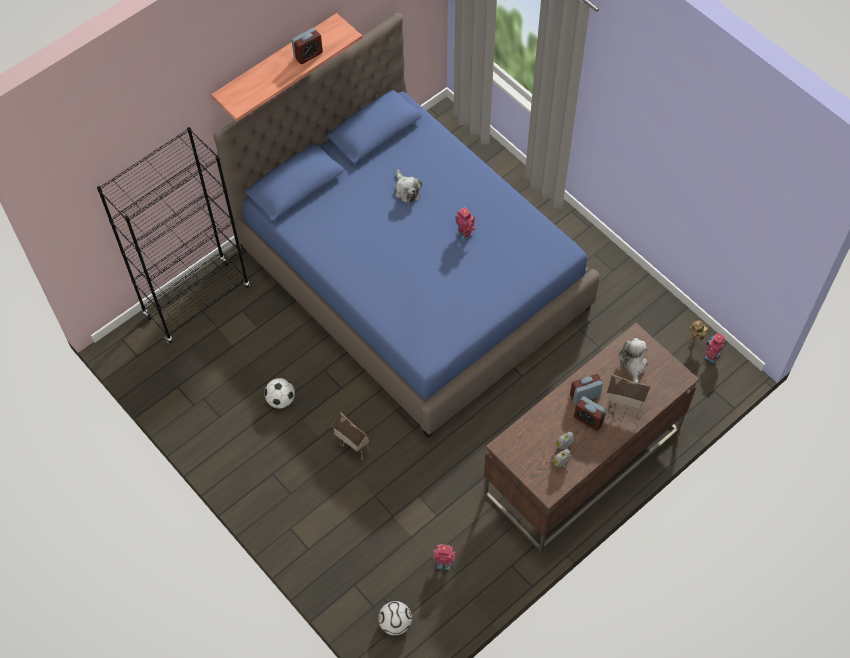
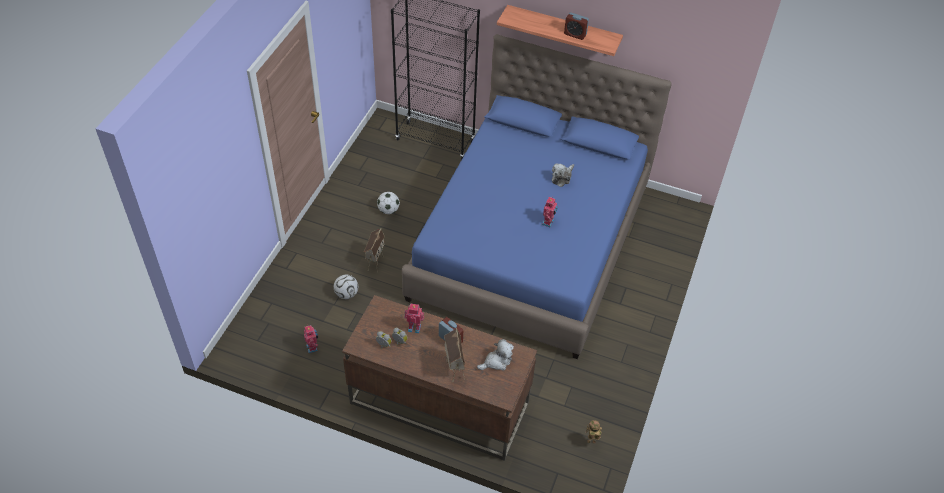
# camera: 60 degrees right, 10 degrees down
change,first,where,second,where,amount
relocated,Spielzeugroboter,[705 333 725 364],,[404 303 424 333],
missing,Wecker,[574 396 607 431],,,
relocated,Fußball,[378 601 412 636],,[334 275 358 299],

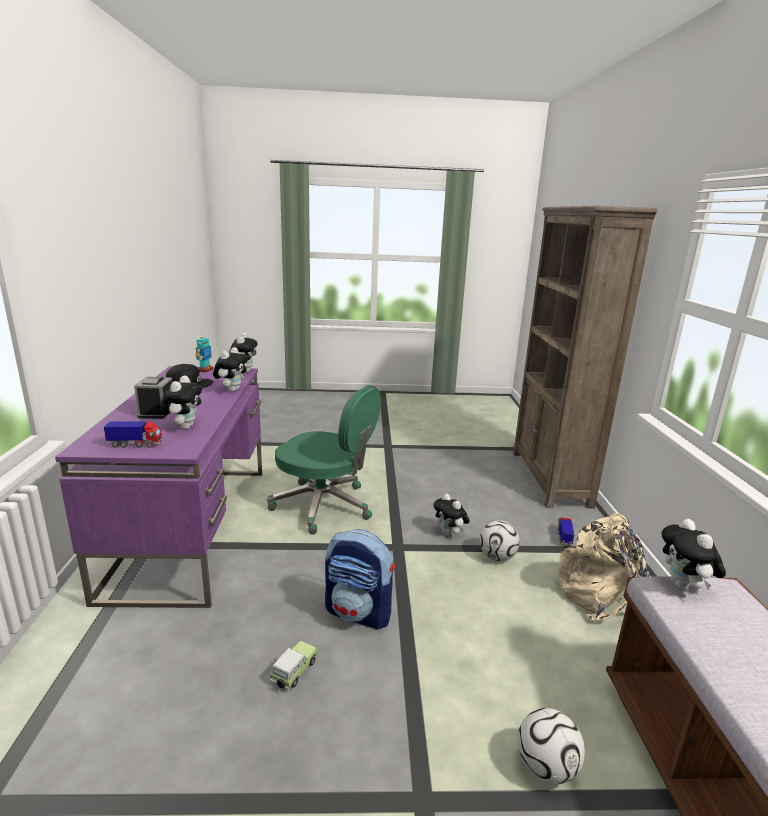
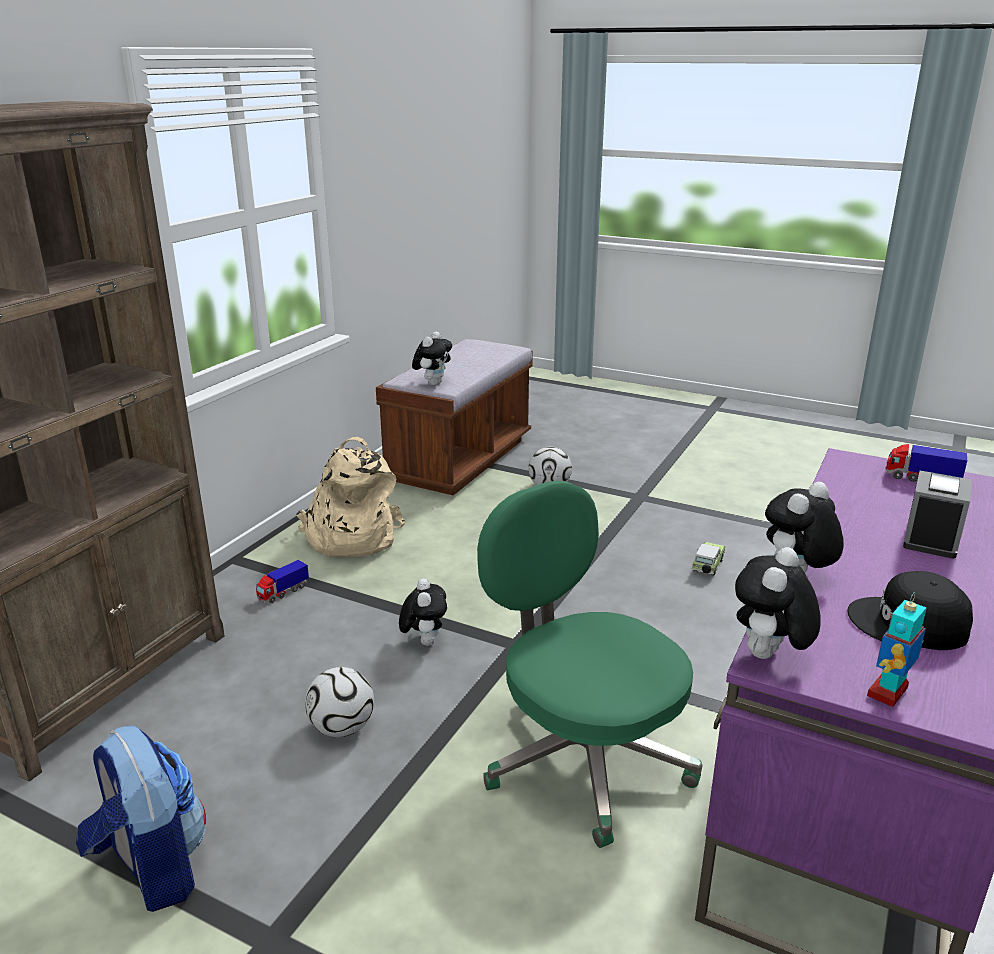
# camera: 150 degrees left, 5 degrees up
change,first,where,second,where,amount
missing,Plüschtier,[160 376 202 430],,,
relocated,Fußball,[479 520 520 561],,[305 667 374 737],
relocated,Rucksack,[325 529 396 630],,[76 726 206 912],
spun,Spielzeugauto,[270 641 318 690],,[691 542 725 576],150 degrees clockwise

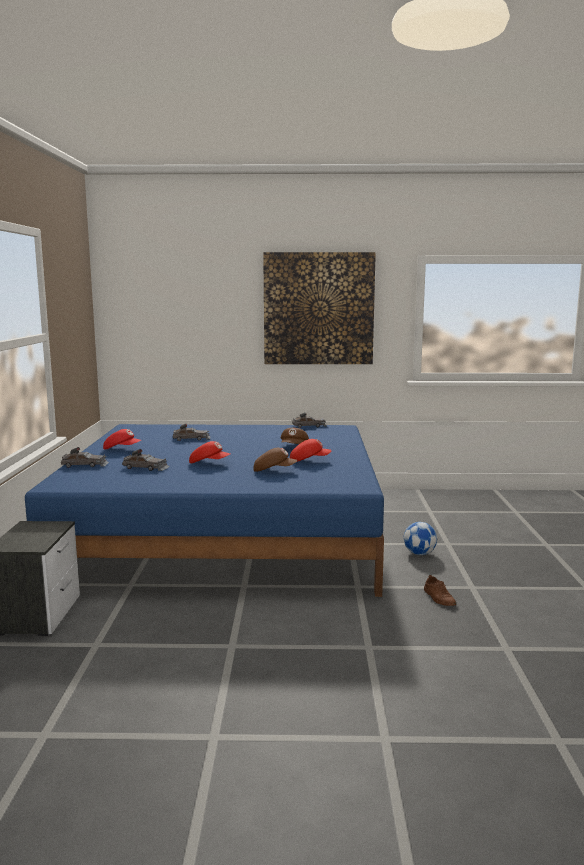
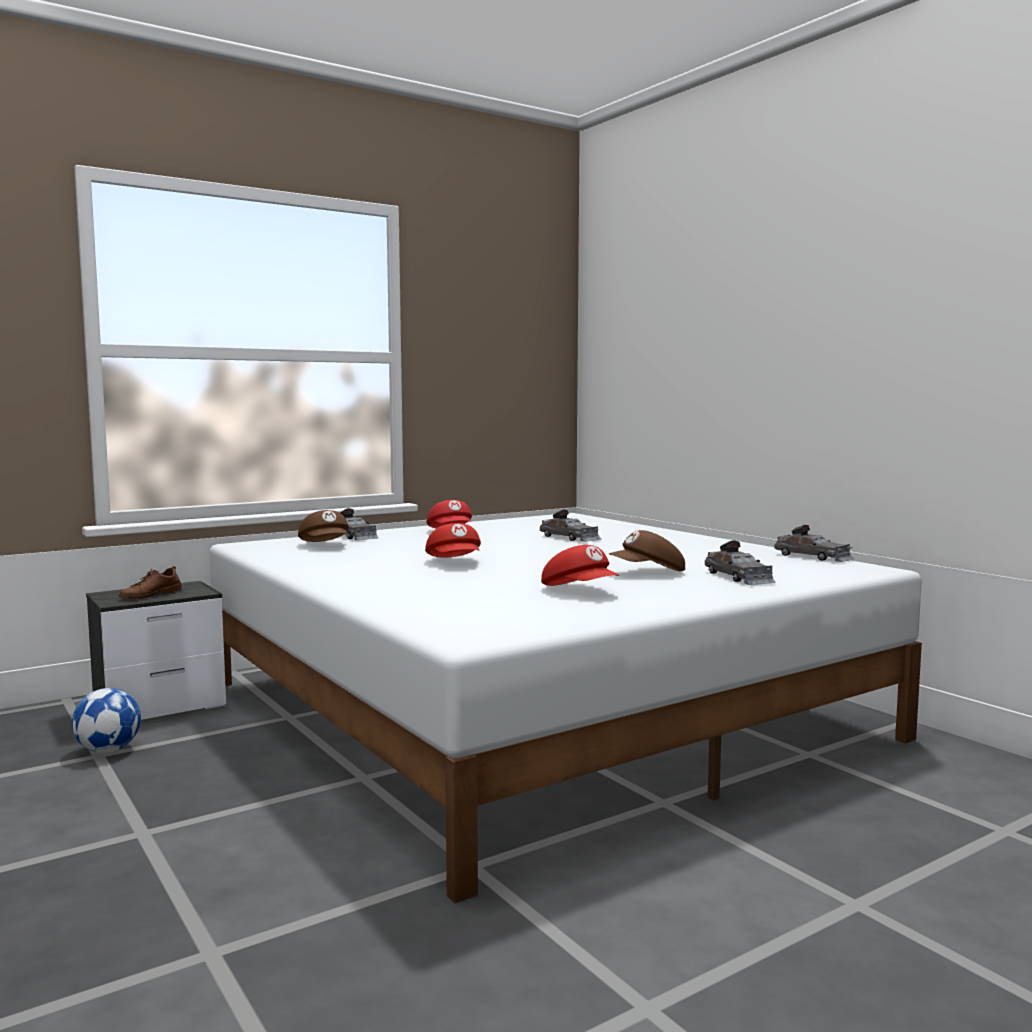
# camera: 55 degrees right, 5 degrees down
change,first,where,second,where,amount
missing,Bild,[263 252 376 364],,,
colour,Bett (blau),[25 424 384 597],Bett (weiß),[209 513 922 903],
relocated,Kappe (braun),[254 448 298 472],,[298 510 349 542],
relocated,Spielzeugauto (grau),[122 449 169 471],,[705 540 776 585],
relocated,Fußball,[404 522 437 555],,[72 688 141 753],
relocated,Schuh (braun),[424 575 456 606],,[119 566 182 599],

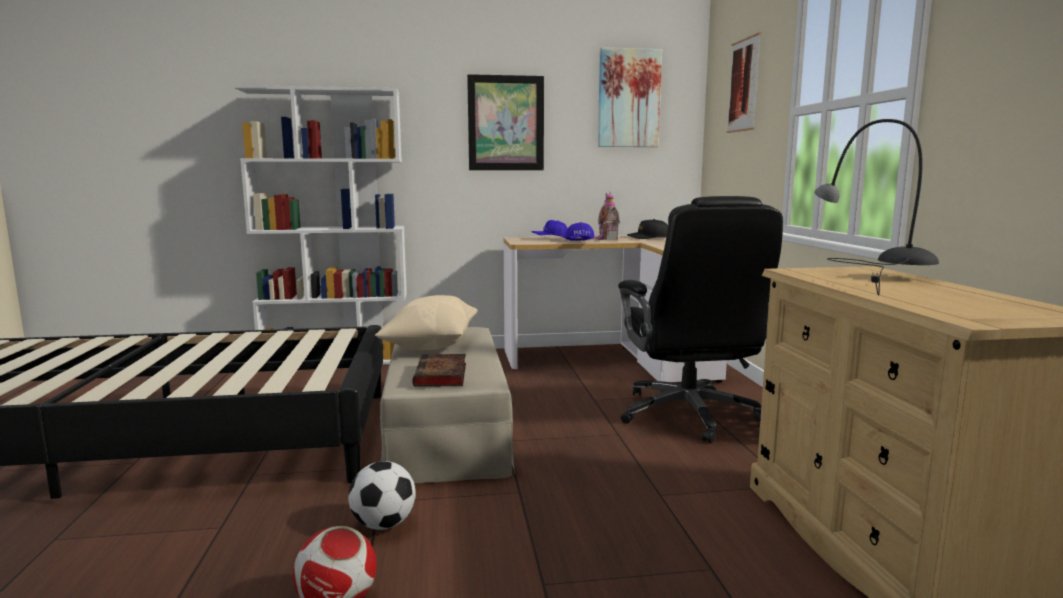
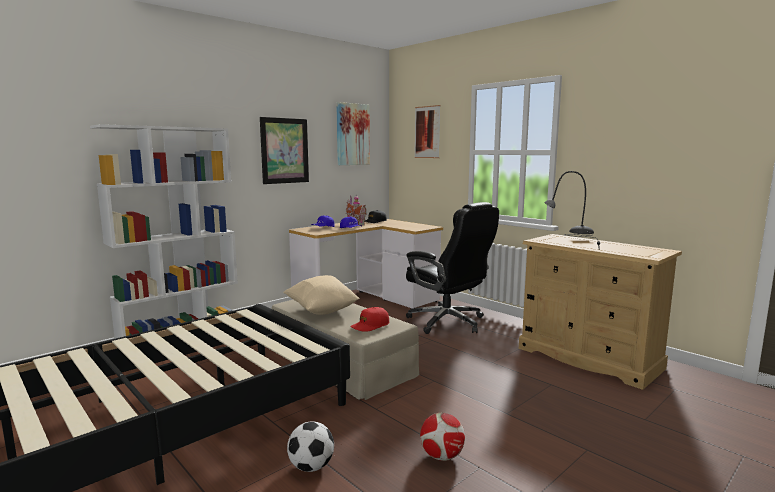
# camera: 35 degrees left, 0 degrees up
change,first,where,second,where,amount
exchanged,Buch,[413 354 466 387],Kappe (rot),[350 307 389 332],
relocated,Fußball,[348 461 416 530],,[287 421 334 472],

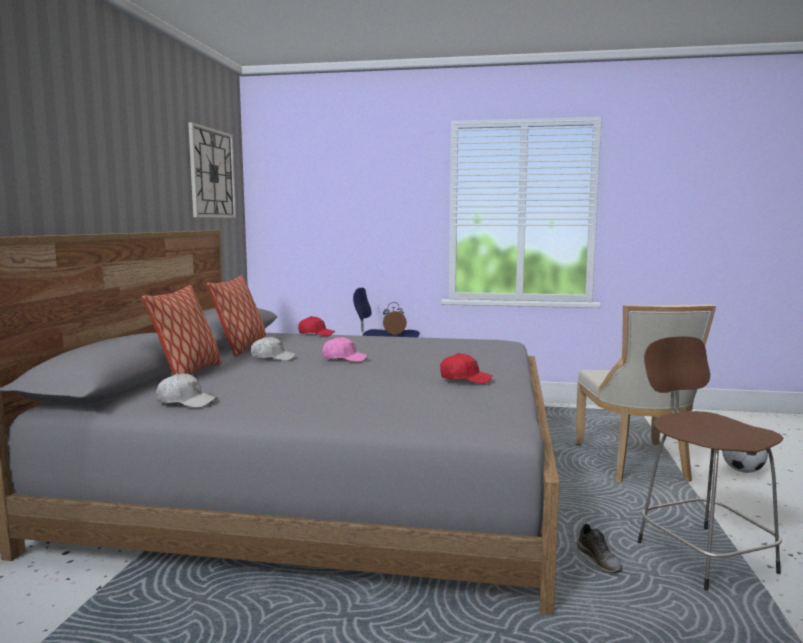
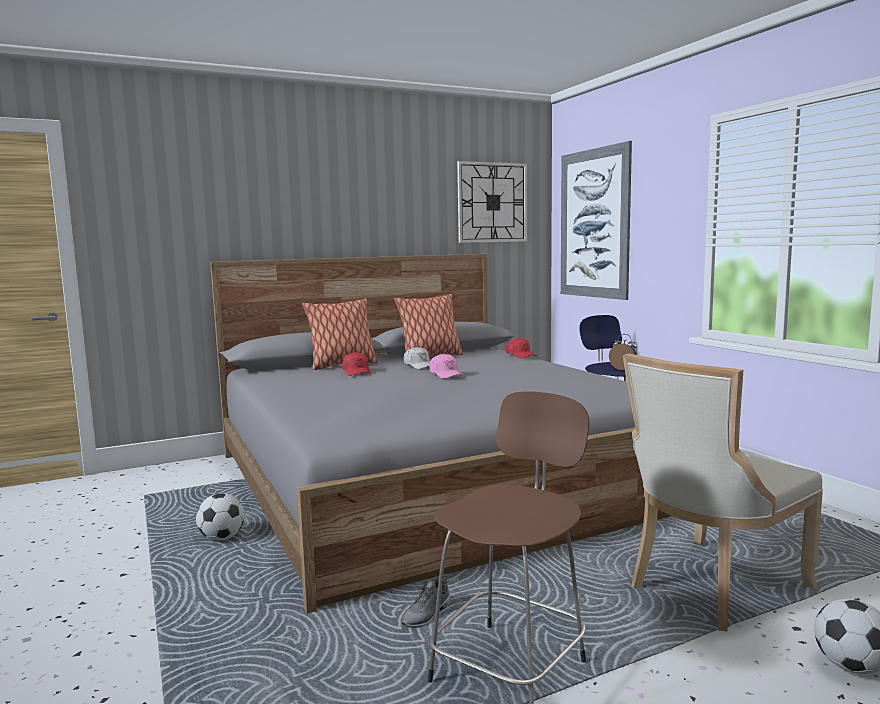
# camera: 55 degrees right, 0 degrees up
change,first,where,second,where,amount
relocated,Kappe (rot),[440 353 493 384],,[342 352 371 376],
missing,Kappe (weiß),[156 373 217 408],,,
appeared,,,Bild,[561 141 632 300],
appeared,,,Fußball,[196 493 245 541],

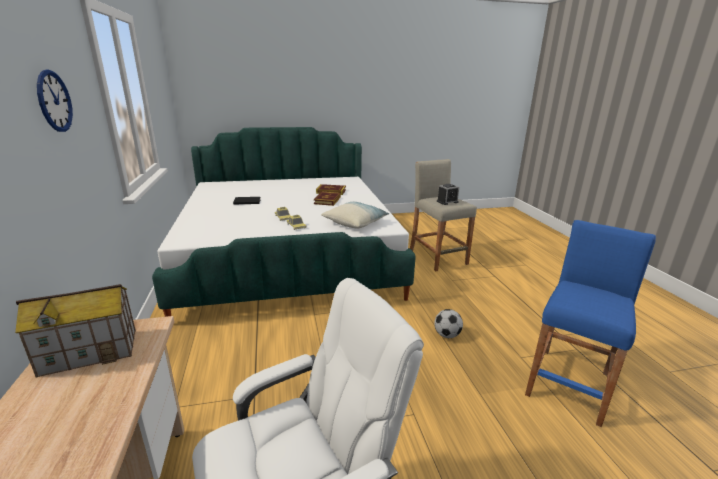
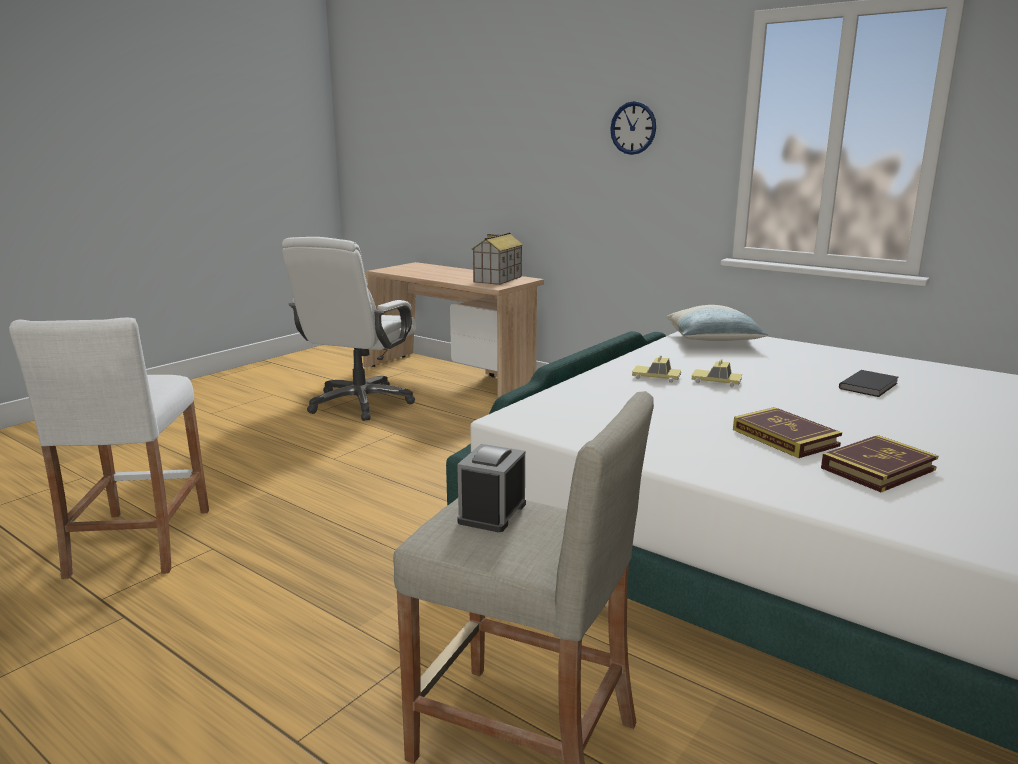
# camera: 140 degrees right, 5 degrees down
change,first,where,second,where,amount
relocated,Kissen,[321 202 390 229],,[666 305 768 341],
colour,Hocker (blau),[525 220 656 427],Hocker (weiß),[9 318 209 579],
missing,Fußball,[434 309 463 338],,,

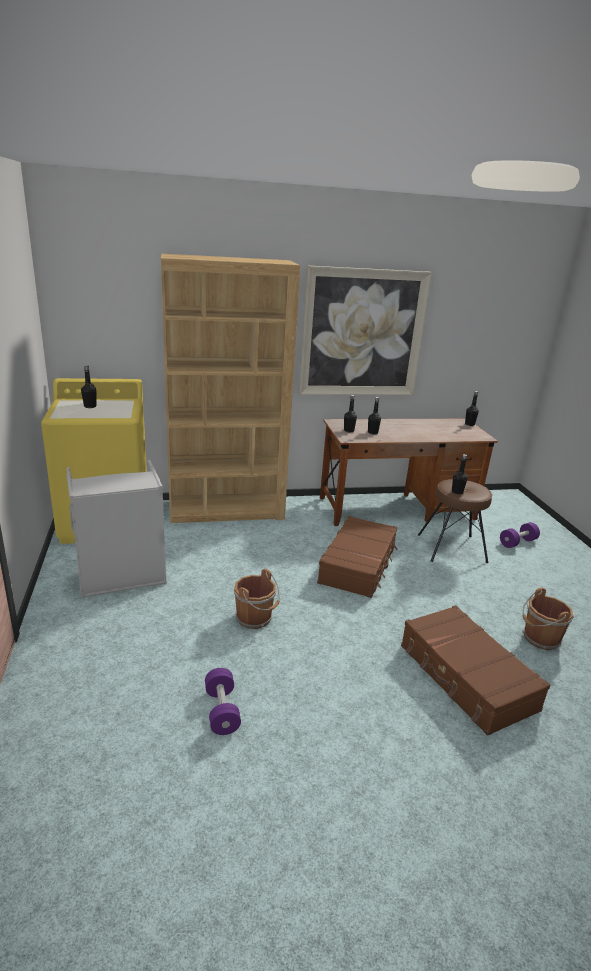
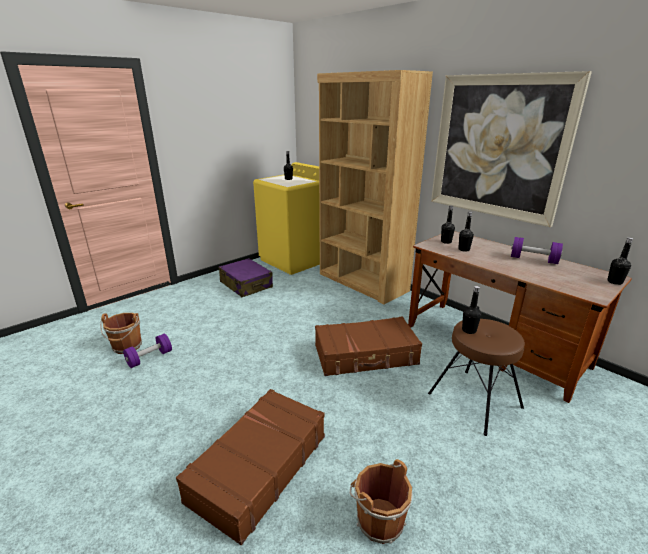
# camera: 60 degrees right, 0 degrees up
change,first,where,second,where,amount
exchanged,Wäschekorb (grau),[66 460 167 598],Koffer (lila),[219 258 273 297],
relocated,Hantel (lila),[500 522 540 548],,[511 237 563 264],
relocated,Eimer (braun),[234 569 280 629],,[100 313 142 354],

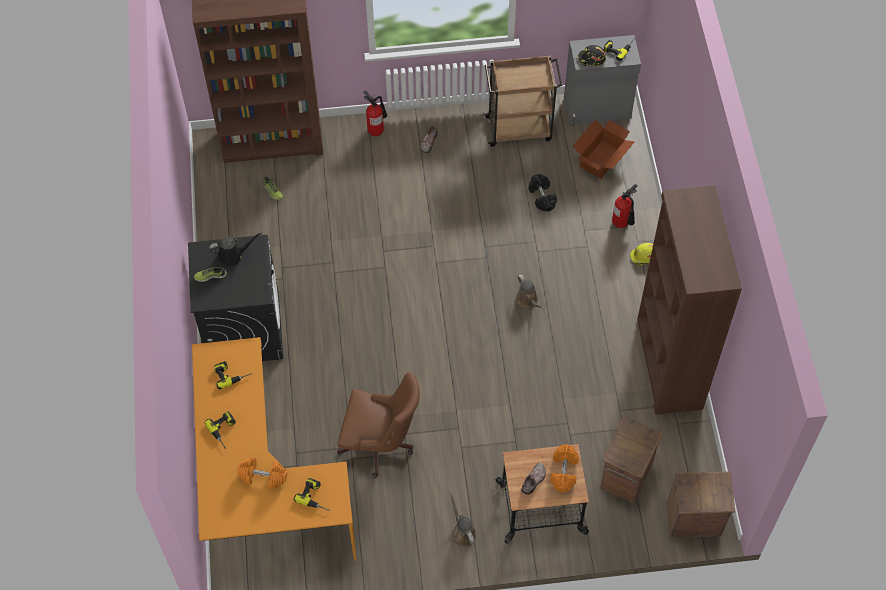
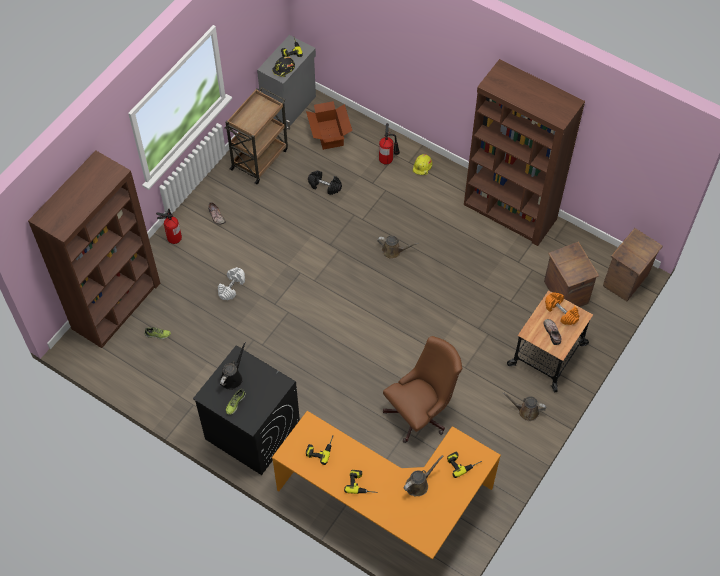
# camera: 50 degrees left, 0 degrees up
change,first,where,second,where,amount
exchanged,Hantel (orange),[237 457 287 488],Gießkanne (braun),[404 455 443 496],
appeared,,,Hantel (weiß),[218 267 245 300],

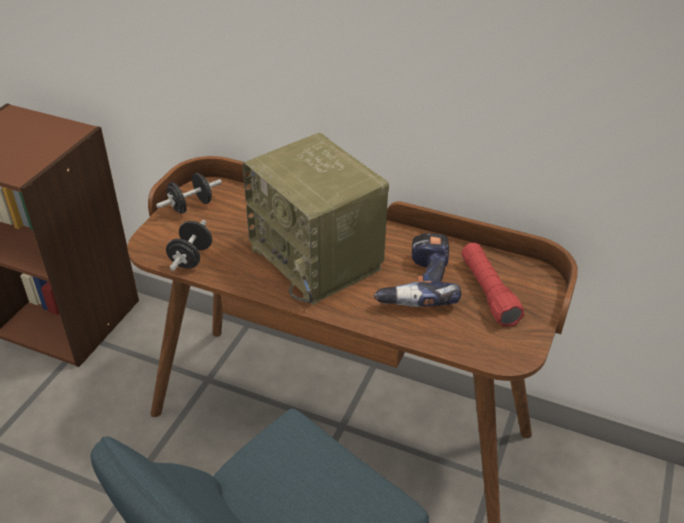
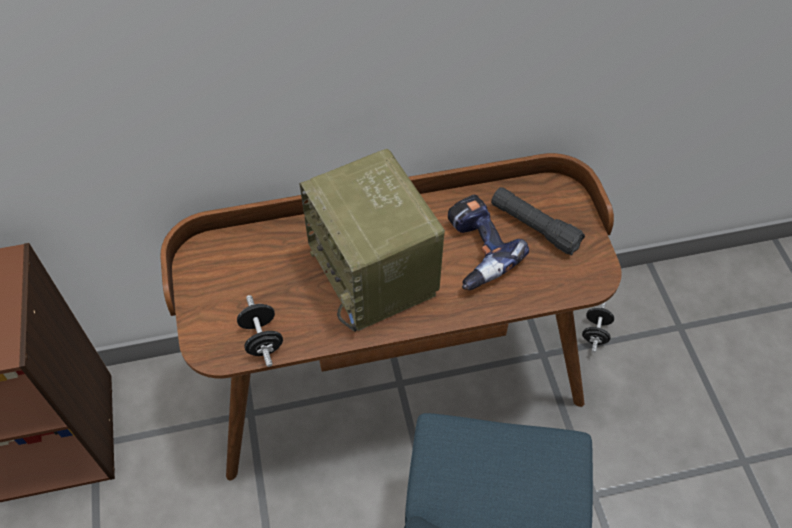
# camera: 35 degrees left, 15 degrees up
change,first,where,second,where,amount
spun,Radio,[242 133 389 305],,[299 149 445 332],45 degrees clockwise
relocated,Hantel (schwarz),[156 173 222 214],,[582 302 614 353],
colour,Taschenlampe (rot),[462 243 524 326],Taschenlampe (schwarz),[491 187 585 255],

